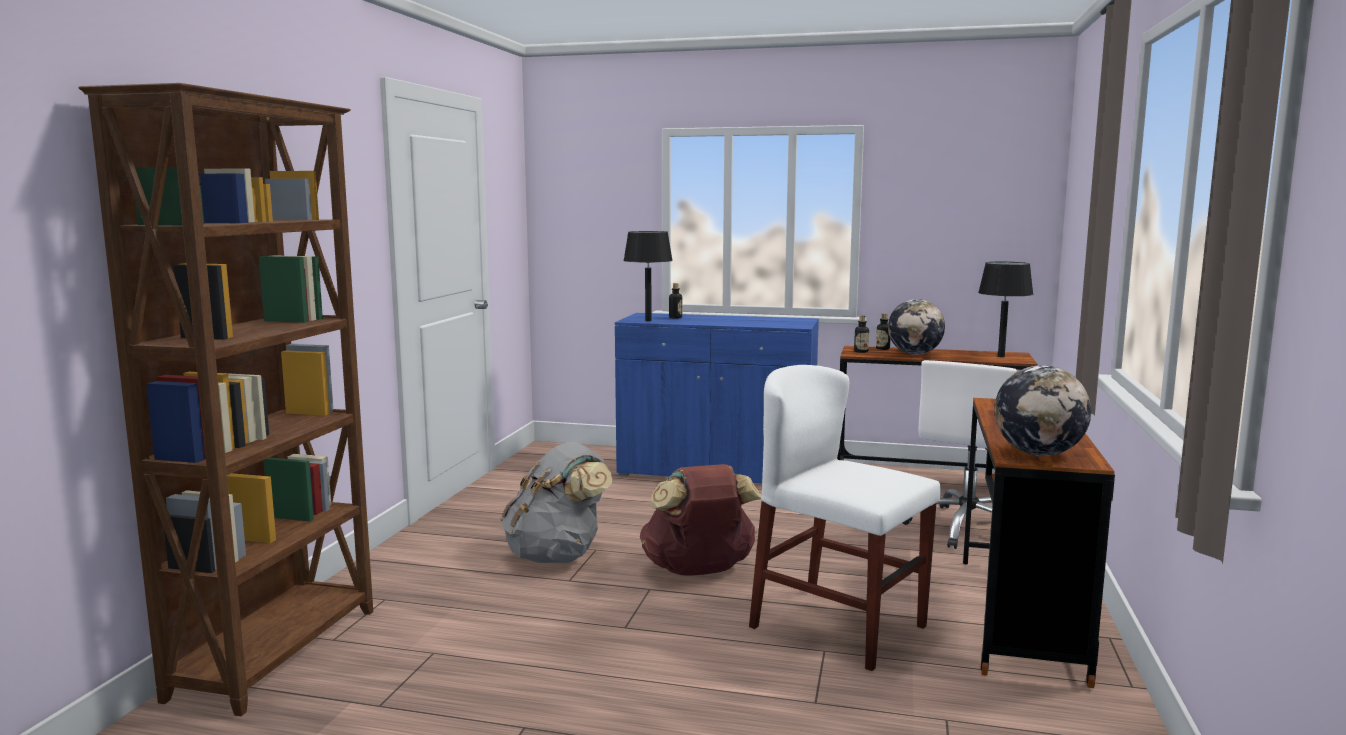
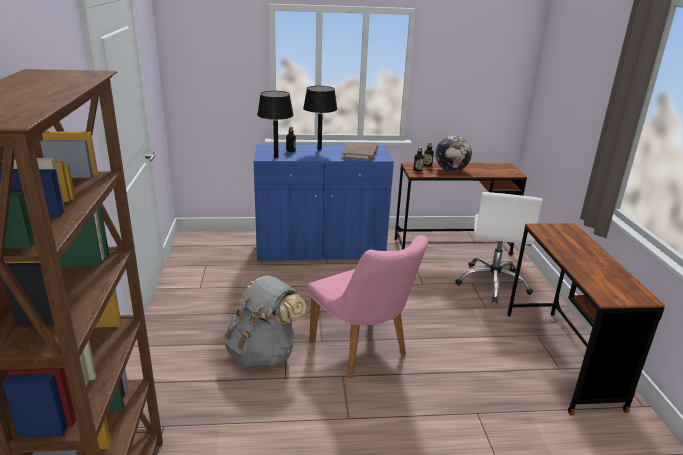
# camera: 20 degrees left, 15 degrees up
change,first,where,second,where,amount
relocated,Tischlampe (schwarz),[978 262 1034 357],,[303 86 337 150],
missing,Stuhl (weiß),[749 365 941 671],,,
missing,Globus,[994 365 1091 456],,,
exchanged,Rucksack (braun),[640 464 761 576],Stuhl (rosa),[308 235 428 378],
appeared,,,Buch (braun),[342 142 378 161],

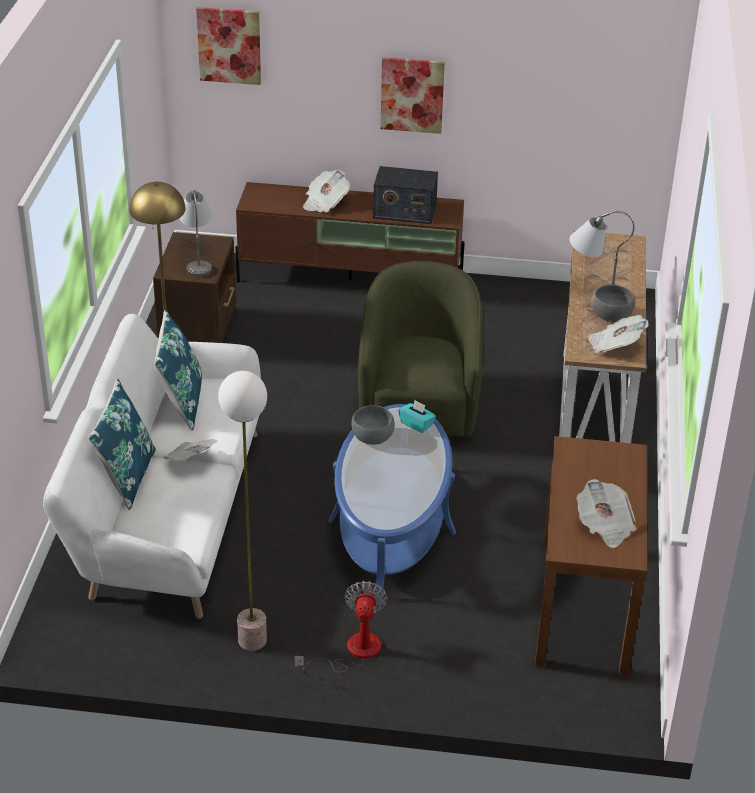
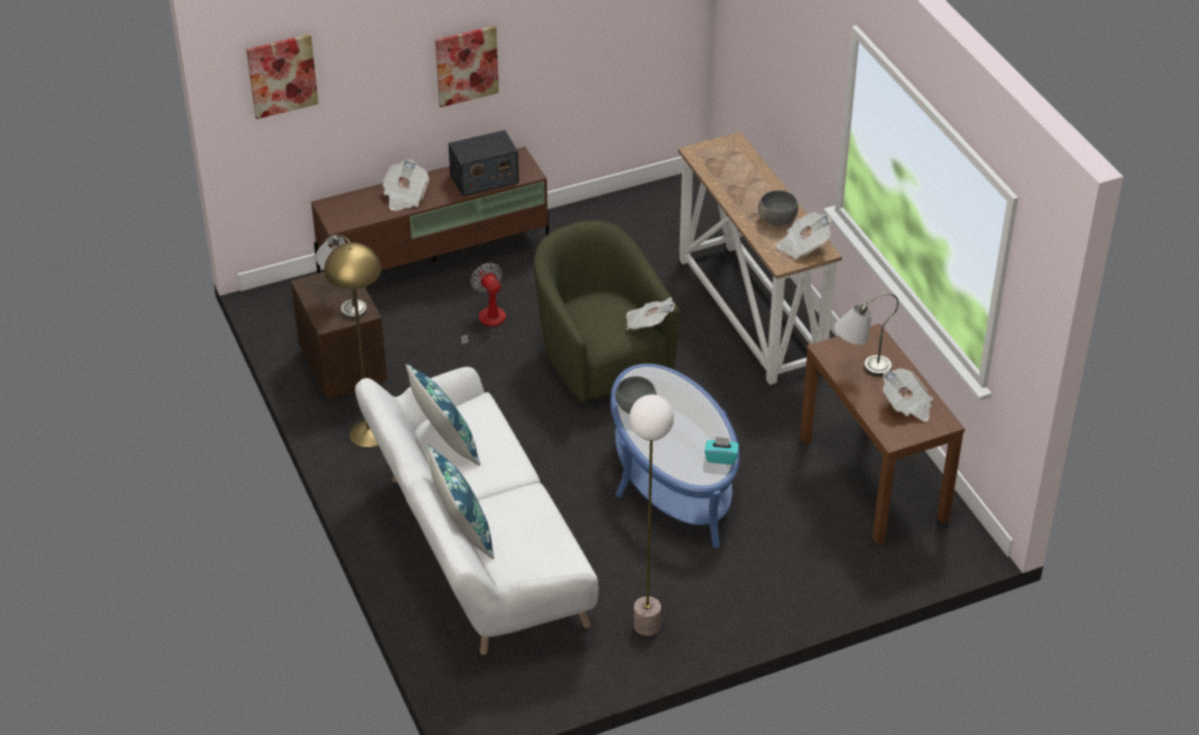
# camera: 30 degrees left, 5 degrees up
change,first,where,second,where,amount
relocated,Tischlampe (grau),[570 211 634 286],,[834 293 899 377],
relocated,Taschentuchbox (türkis),[398 400 436 433],,[704 436 739 464],
relocated,Zeitung,[162 439 218 461],,[626 297 675 330],
relocated,Ventilator,[295 581 388 673],,[461 263 506 351],

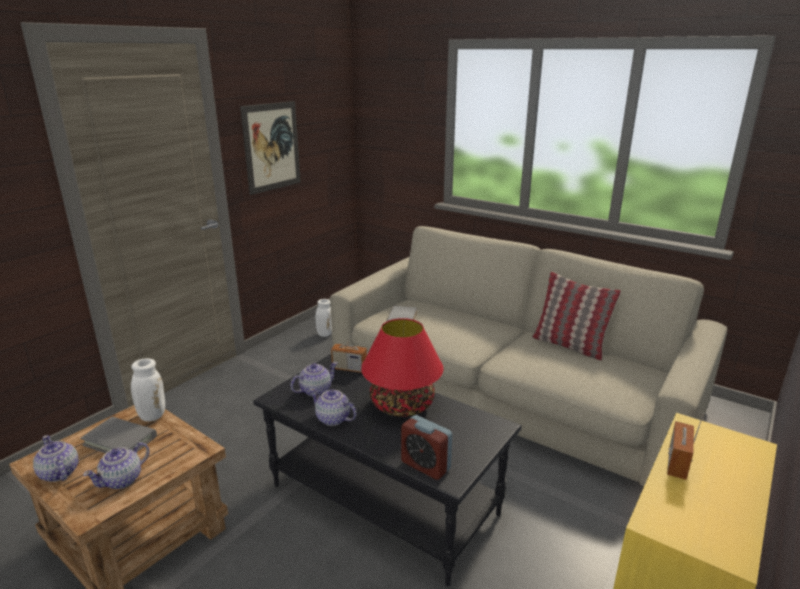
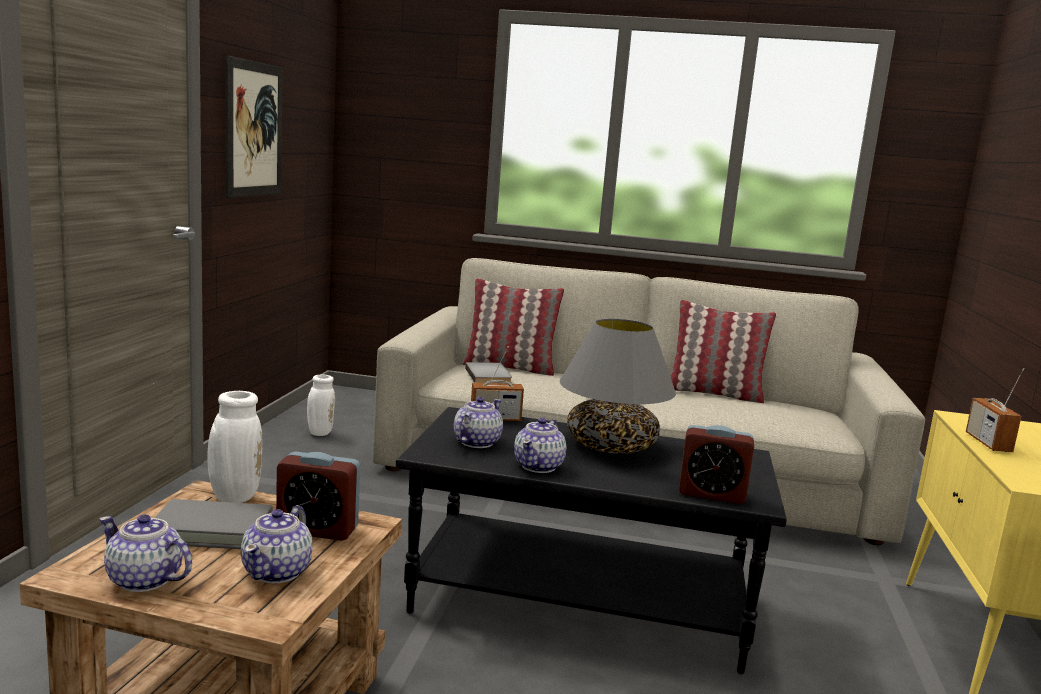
# camera: 25 degrees left, 10 degrees down
change,first,where,second,where,amount
colour,Tischlampe (rot),[361 318 444 417],Tischlampe (grau),[560 318 676 454],
spun,Teekanne,[309 388 357 426],,[514 418 566 473],75 degrees counterclockwise
appeared,,,Kissen,[462 278 564 376],
appeared,,,Wecker,[276 451 360 541],

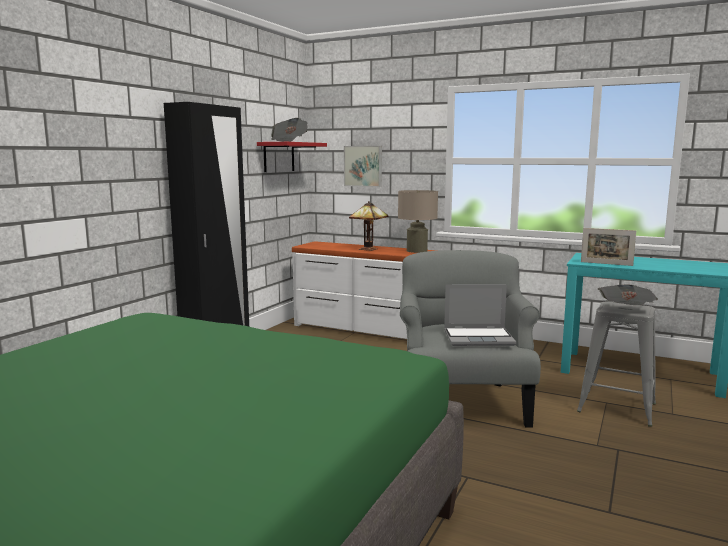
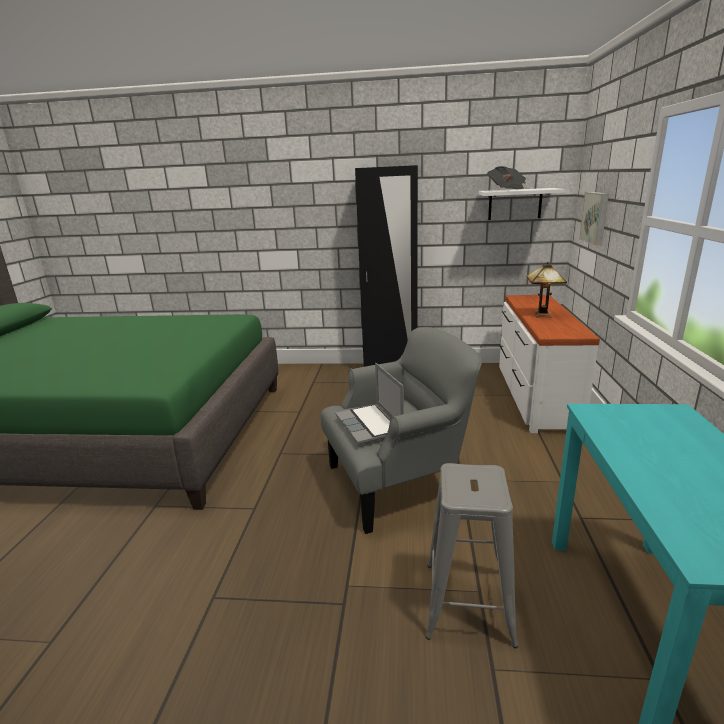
# camera: 70 degrees right, 10 degrees up
change,first,where,second,where,amount
colour,Wandregal (rot),[257 142 327 172],Wandregal (weiß),[479 188 564 220],
missing,Tischlampe (beige),[398 190 438 253],,,
missing,Bilderrahmen,[581 228 636 266],,,
missing,Zeitung,[598 285 658 305],,,

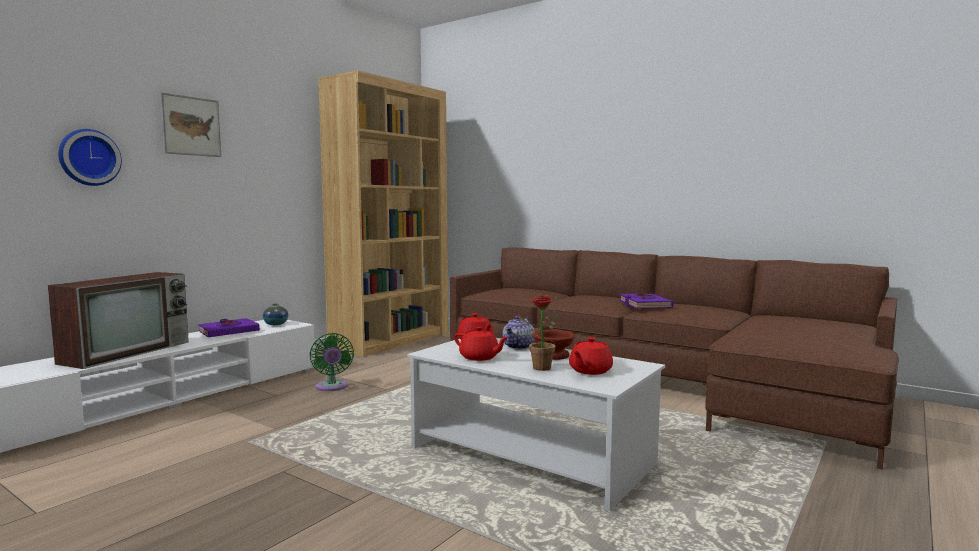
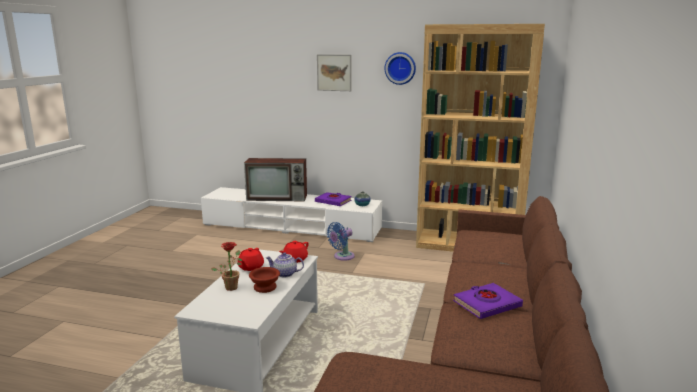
# camera: 70 degrees right, 10 degrees up
change,first,where,second,where,amount
relocated,Wanduhr,[58 129 122 186],,[385 52 416 85],
colour,Ventilator (grün),[309 333 354 391],Ventilator (blau),[327 222 355 261],
missing,Teekanne (rot),[569 337 613 375],,,

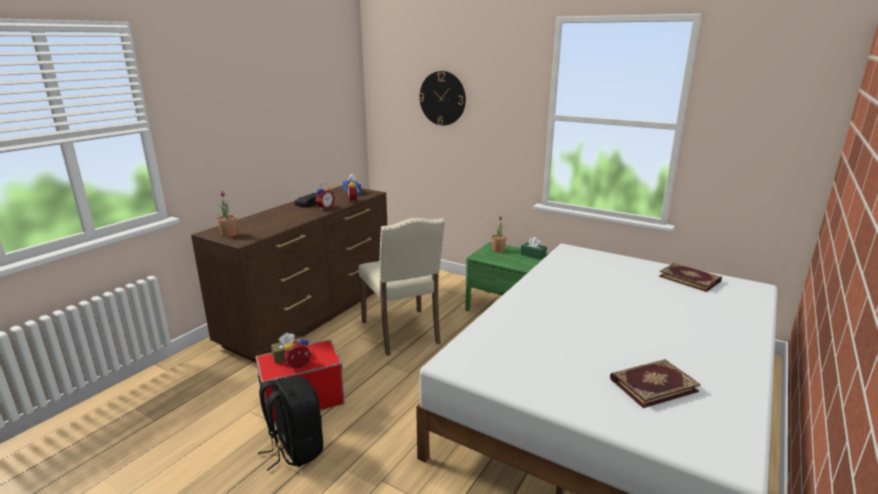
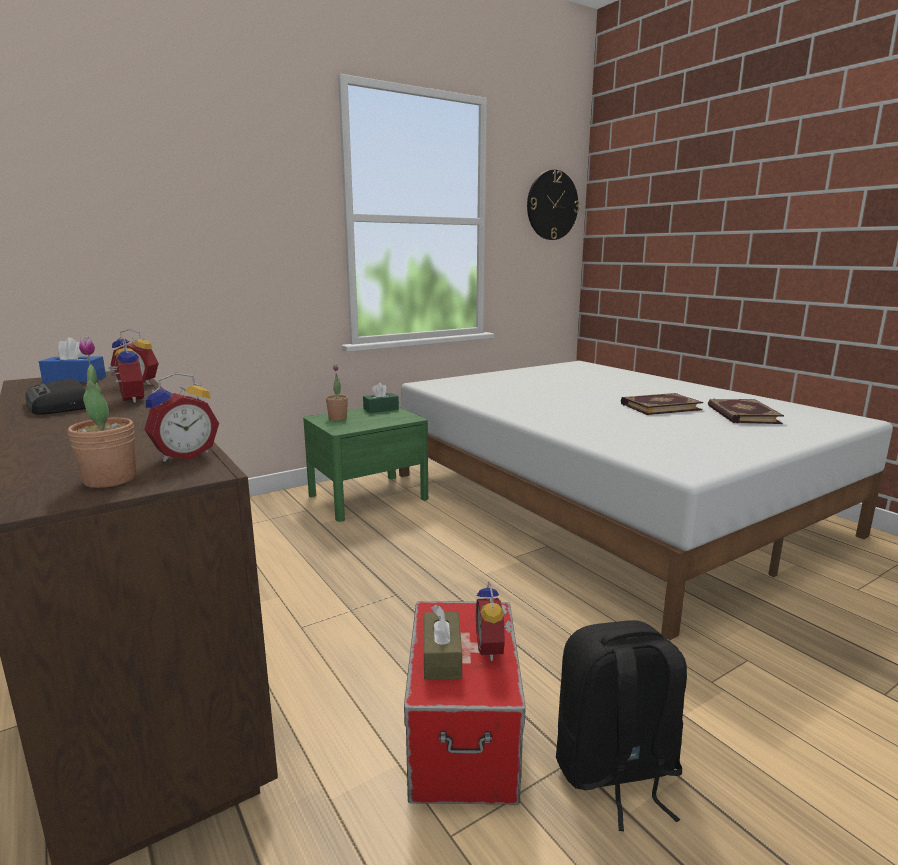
# camera: 65 degrees left, 5 degrees down
change,first,where,second,where,amount
relocated,Wanduhr,[419 71 466 126],,[527 170 580 240],
missing,Stuhl (beige),[358 218 445 356],,,
relocated,Buch,[659 263 722 292],,[621 393 703 415],
appeared,,,Wecker,[144 373 219 462],

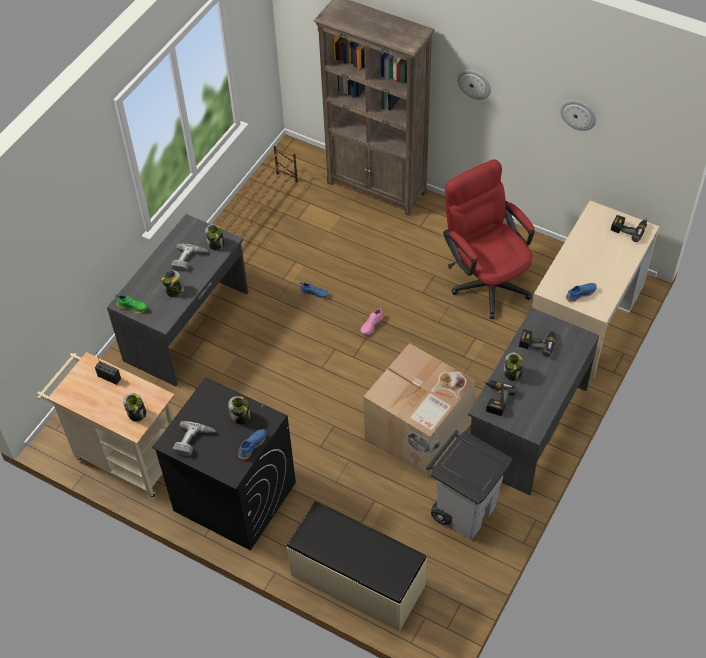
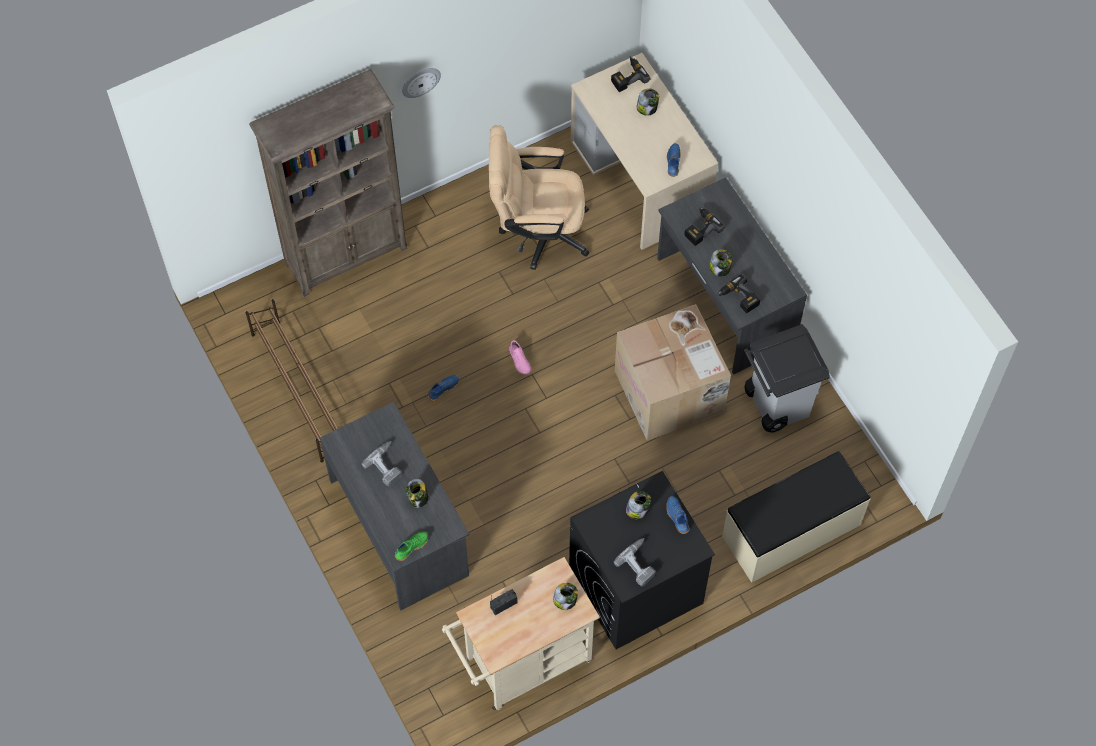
# camera: 60 degrees left, 10 degrees up
change,first,where,second,where,amount
missing,Wanduhr,[560 100 596 131],,,
colour,Bürostuhl (rot),[443 159 535 319],Bürostuhl (beige),[489 125 589 270],
relocated,Vorratsglas,[205 224 224 250],,[637 88 659 116],

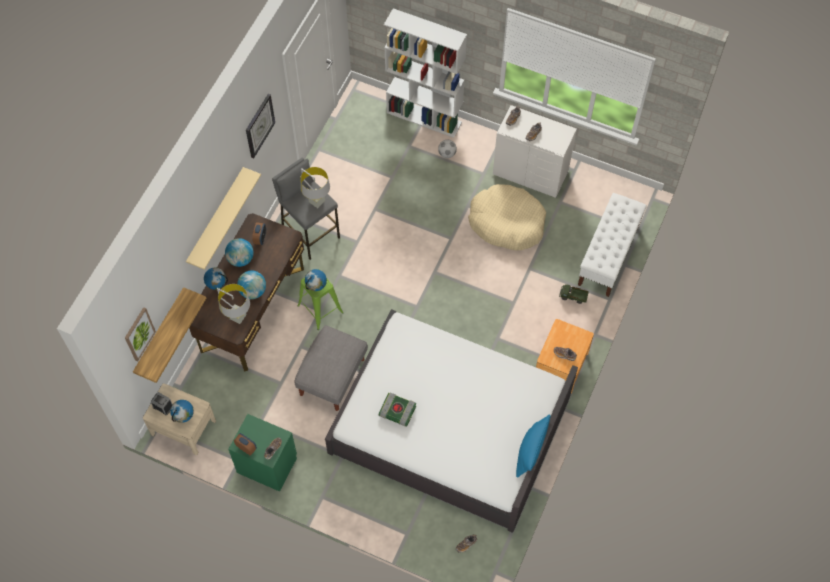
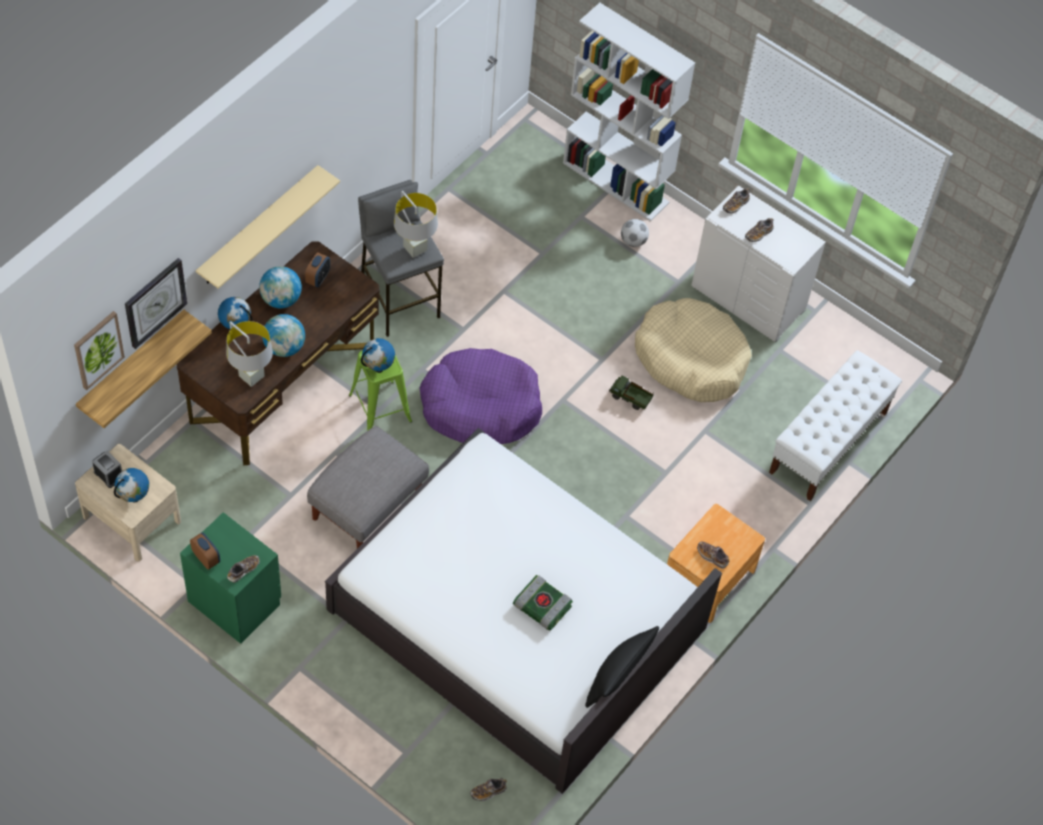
# camera: 10 degrees right, 5 degrees down
change,first,where,second,where,amount
relocated,Wanduhr,[246 94 275 158],,[125 258 187 349],
relocated,Spielzeuglaster,[559 284 589 304],,[609 375 654 410],
relocated,Buch,[379 392 416 427],,[513 575 573 631],
colour,Kissen (blau),[516 414 551 478],Kissen (schwarz),[585 626 659 708],
appeared,,,Hundebett (lila),[420 348 542 444],

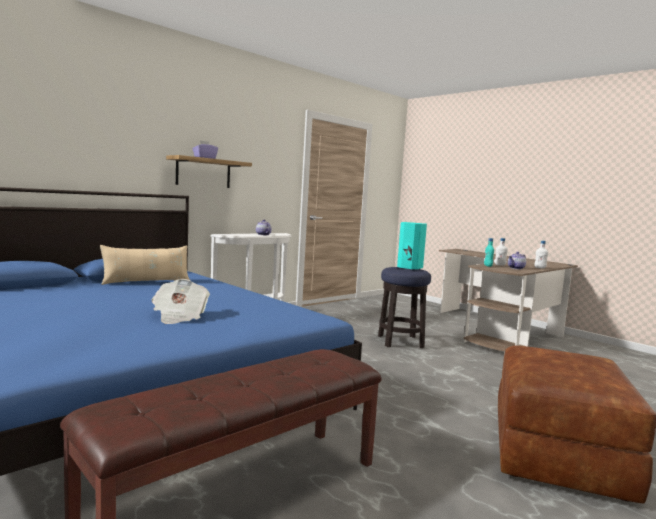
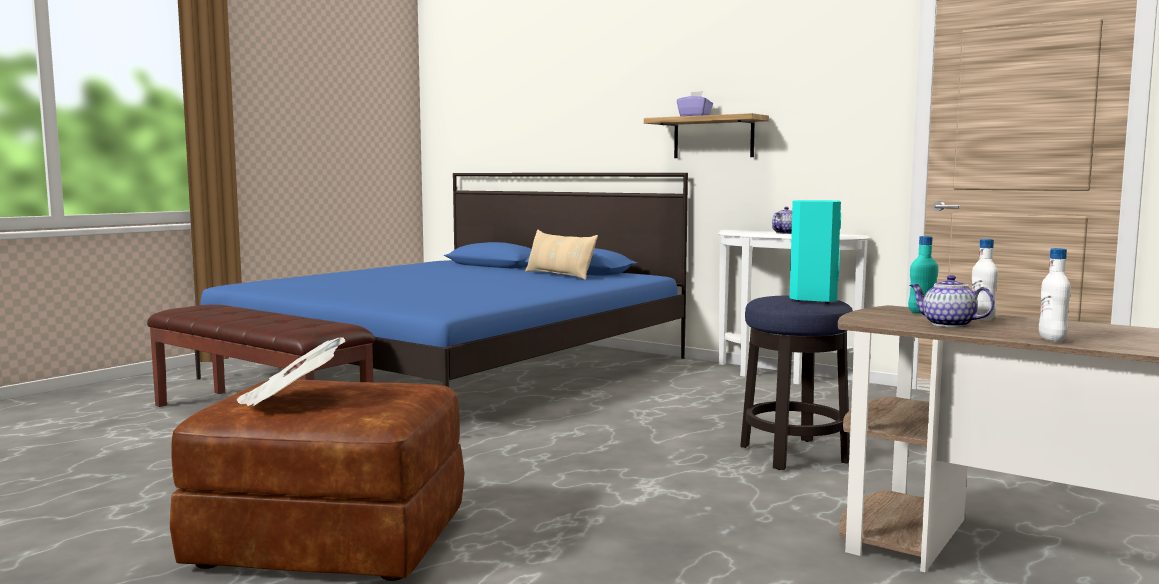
# camera: 80 degrees right, 0 degrees up
change,first,where,second,where,amount
relocated,Zeitung,[151 279 210 324],,[236 337 345 407],

